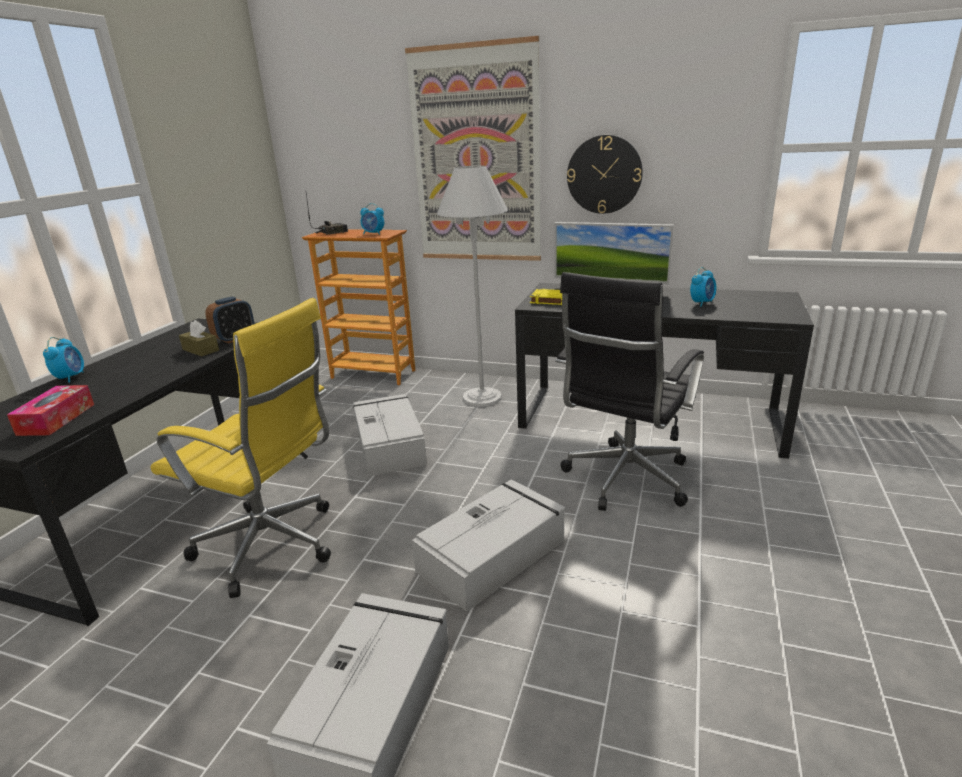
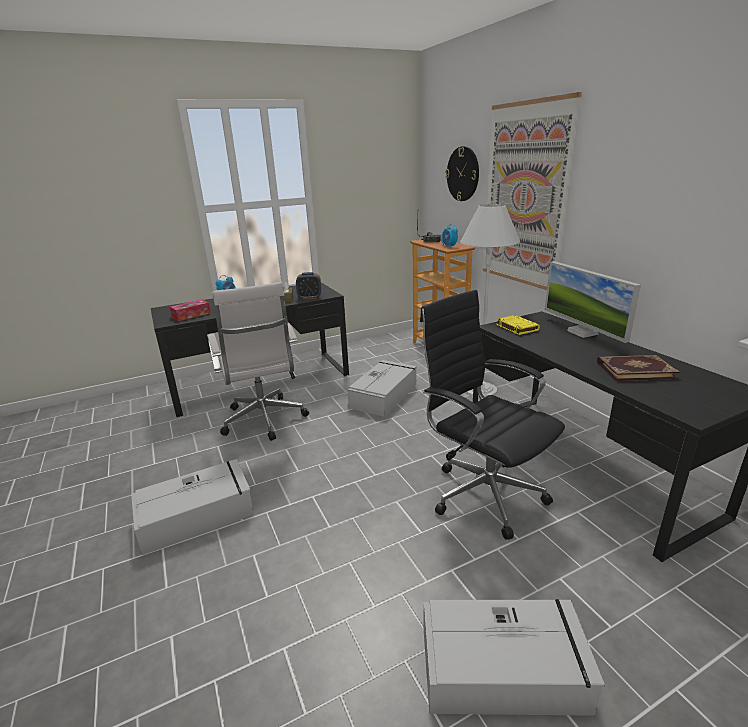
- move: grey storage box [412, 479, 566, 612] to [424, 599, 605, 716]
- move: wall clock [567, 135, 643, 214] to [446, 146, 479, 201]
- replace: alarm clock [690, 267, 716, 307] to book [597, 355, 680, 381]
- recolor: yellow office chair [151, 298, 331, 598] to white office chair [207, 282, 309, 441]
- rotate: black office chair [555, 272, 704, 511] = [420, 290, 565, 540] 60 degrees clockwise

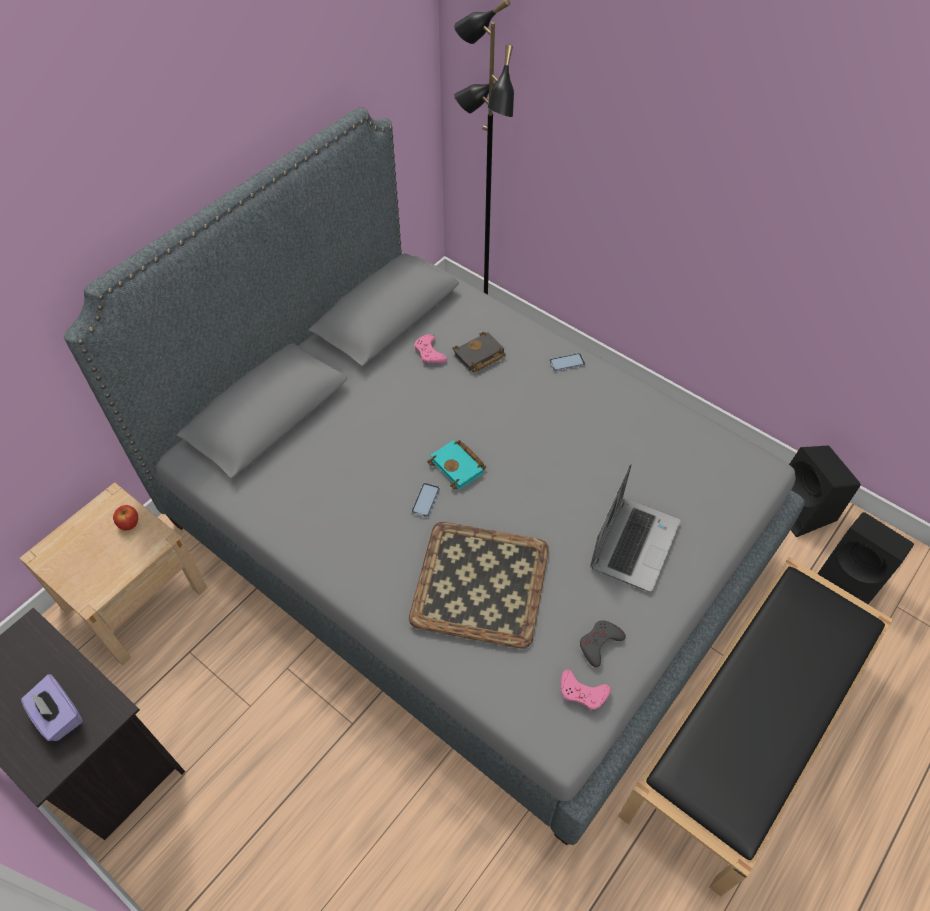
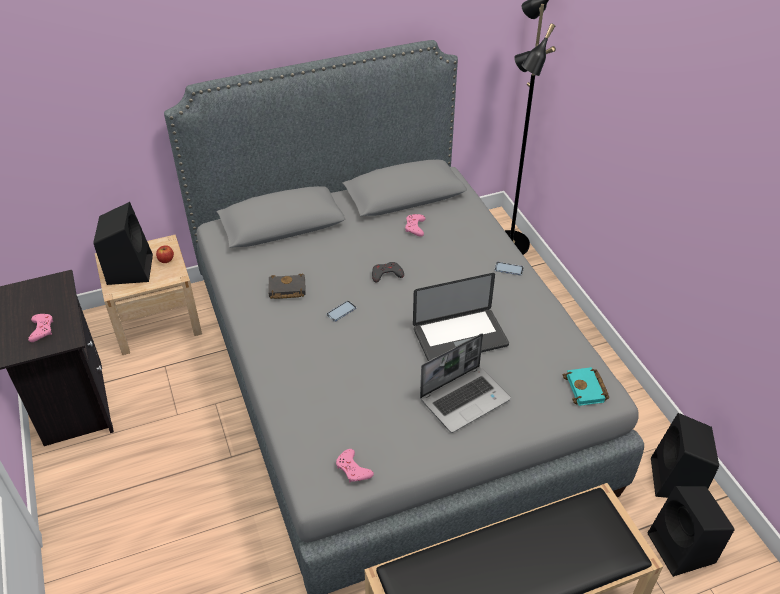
- delete: tray [409, 522, 549, 649]
- insert: black speaker [93, 202, 153, 285]
- insert: laptop [413, 273, 509, 361]
- move: turquoise book [427, 440, 486, 490] to [563, 367, 609, 406]
- move: black book [452, 332, 506, 372] to [268, 274, 306, 299]
- move: grey game controller [580, 620, 626, 668] to [372, 262, 404, 283]
- replace: purple tissue box [21, 674, 83, 741] to pink game controller [28, 314, 53, 342]

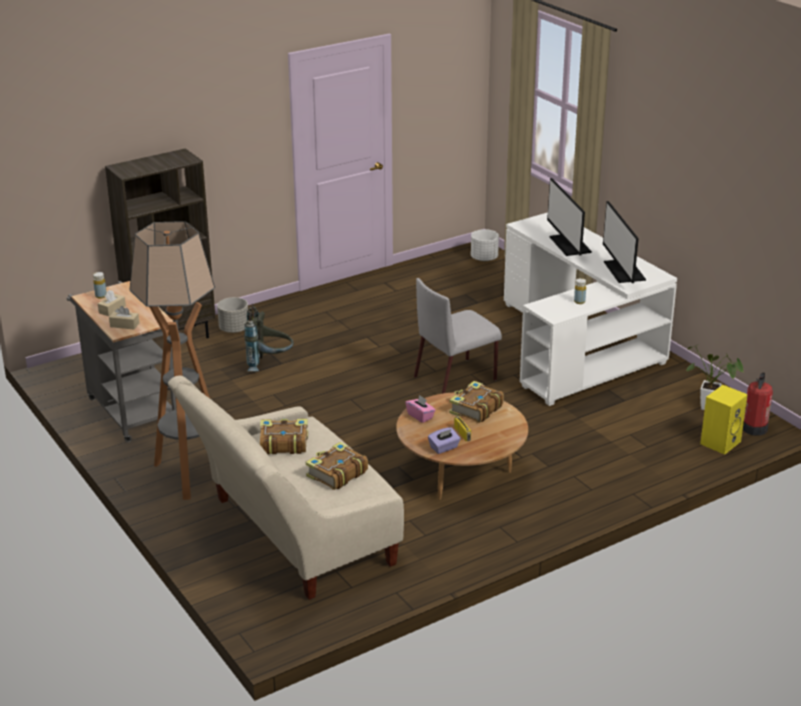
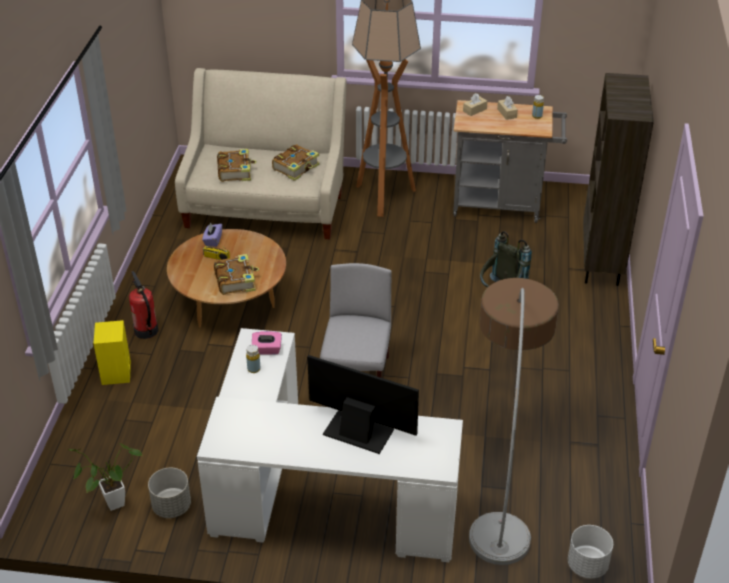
- delete: monitor [603, 201, 646, 283]
- insert: floor lamp [469, 278, 559, 565]
- move: grey planter [217, 297, 248, 333] to [148, 468, 191, 518]
- move: pink tissue box [405, 395, 436, 423] to [252, 331, 282, 355]
- move: yellow speaker [700, 385, 748, 455] to [93, 320, 131, 385]
- move: fire extinguisher [743, 373, 773, 436] to [129, 271, 159, 339]

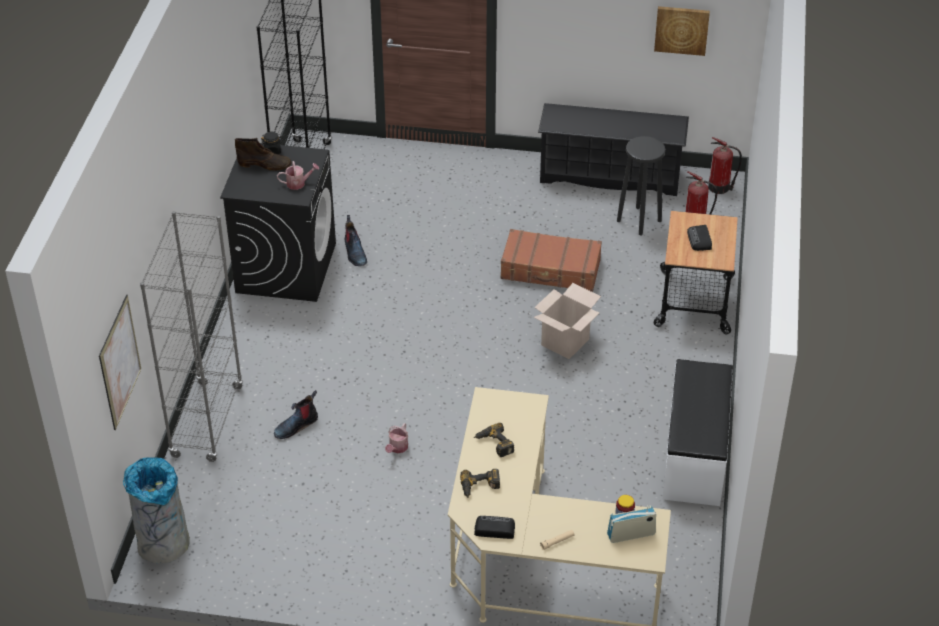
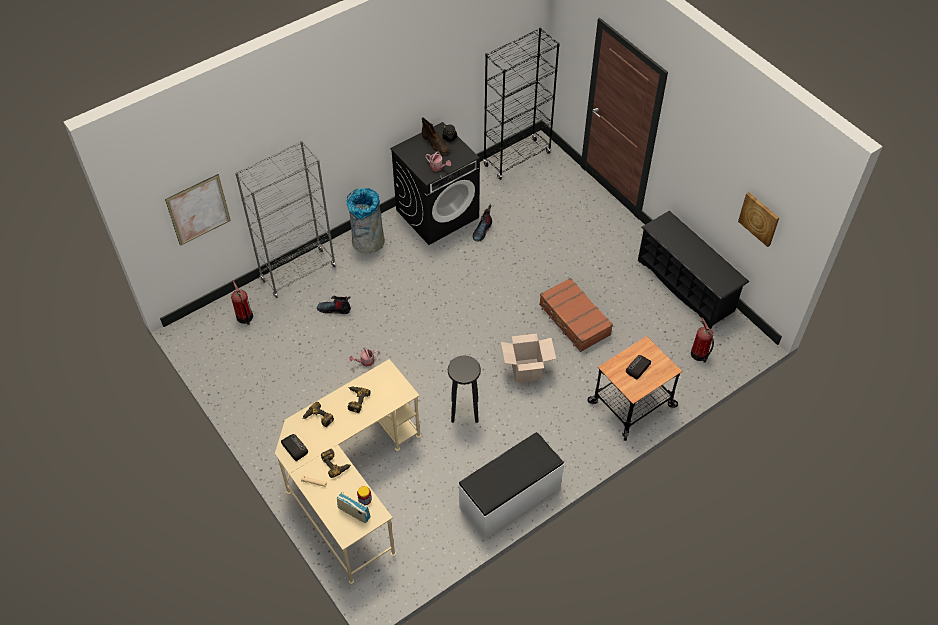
- insert: power drill [321, 449, 351, 478]
- move: grey trash can [123, 457, 190, 564] to [346, 188, 385, 253]
- move: black stool [617, 136, 665, 236] to [448, 355, 481, 423]
- move: fire extinguisher [708, 137, 742, 194] to [231, 280, 253, 325]

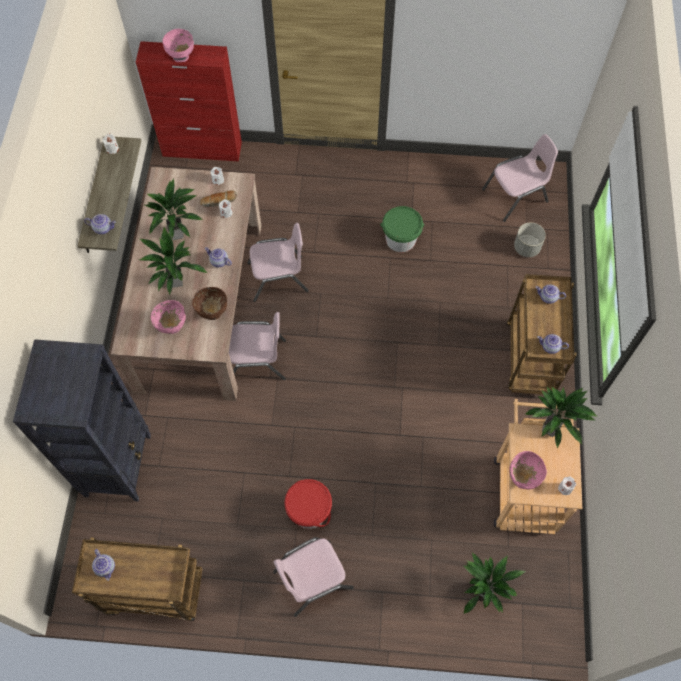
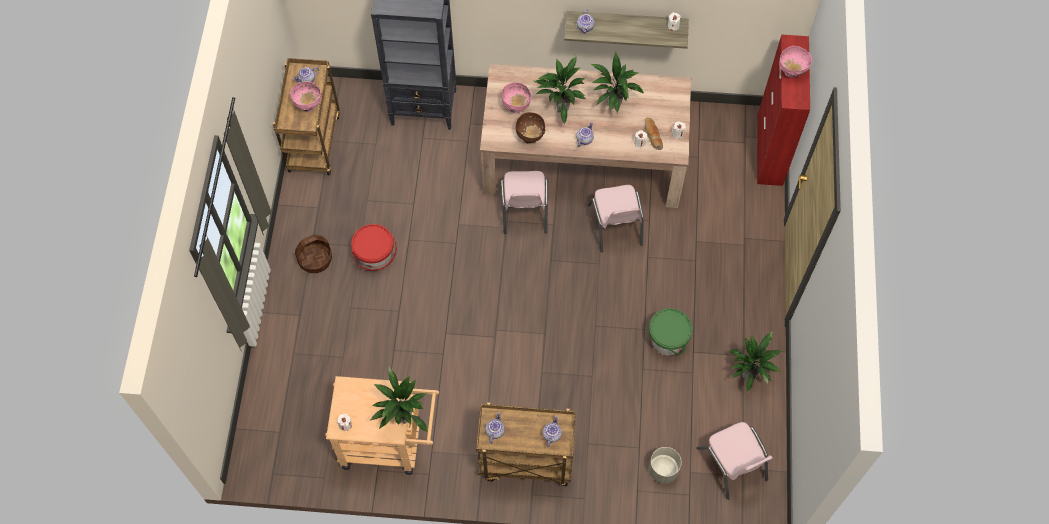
- move: potted plant [463, 552, 526, 614] to [729, 331, 782, 392]
- move: pink bowl [509, 451, 547, 489] to [290, 81, 321, 112]
- replace: pink chair [273, 537, 354, 617] to basket [295, 235, 332, 273]

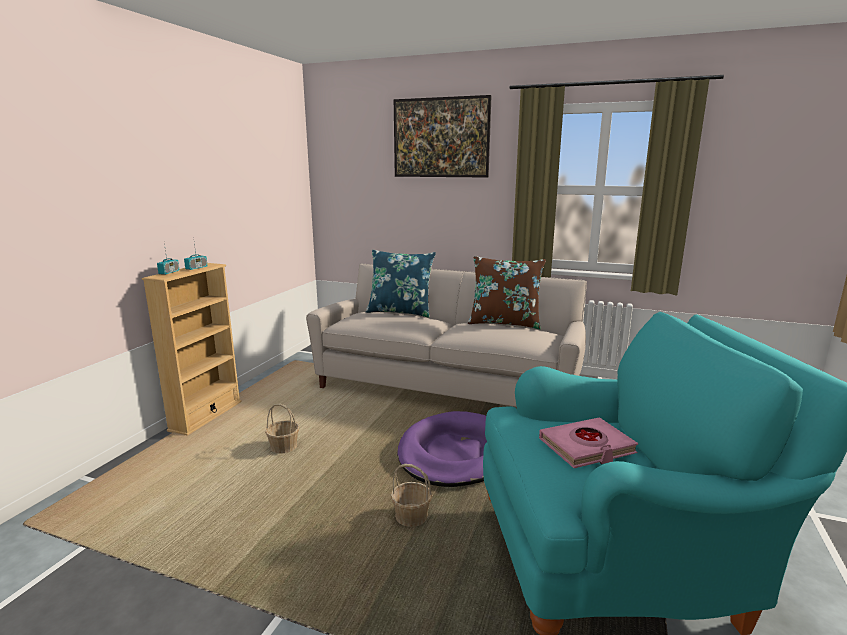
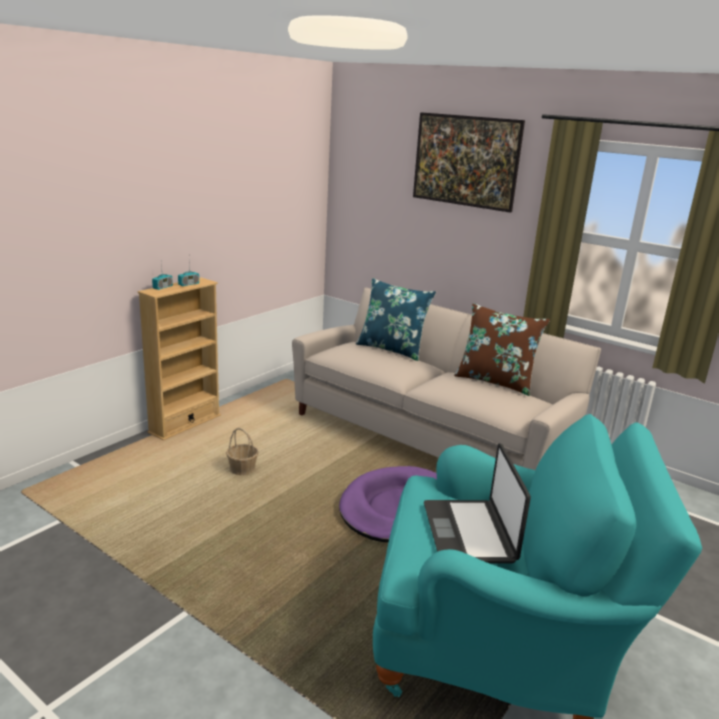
- delete: basket [391, 464, 432, 527]
- replace: pink book [539, 417, 638, 468] to laptop [424, 443, 531, 563]

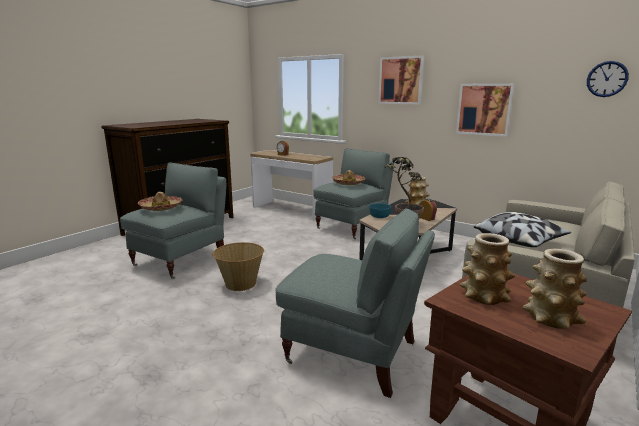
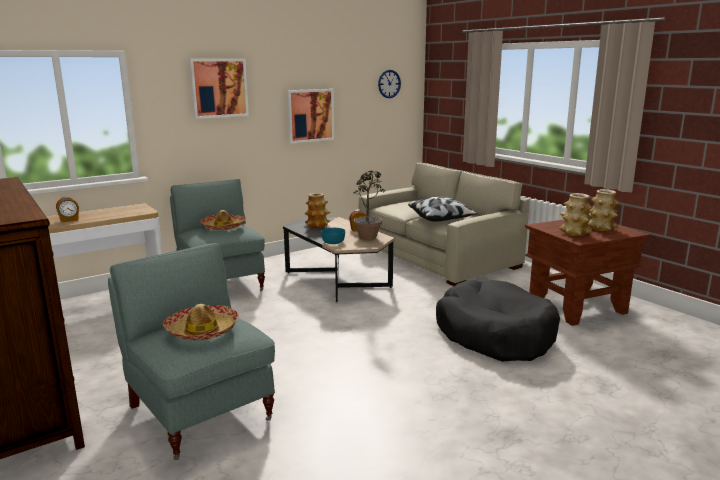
- delete: basket [213, 242, 264, 291]
- replace: grey armchair [275, 208, 435, 398] to black dog bed [436, 280, 560, 361]

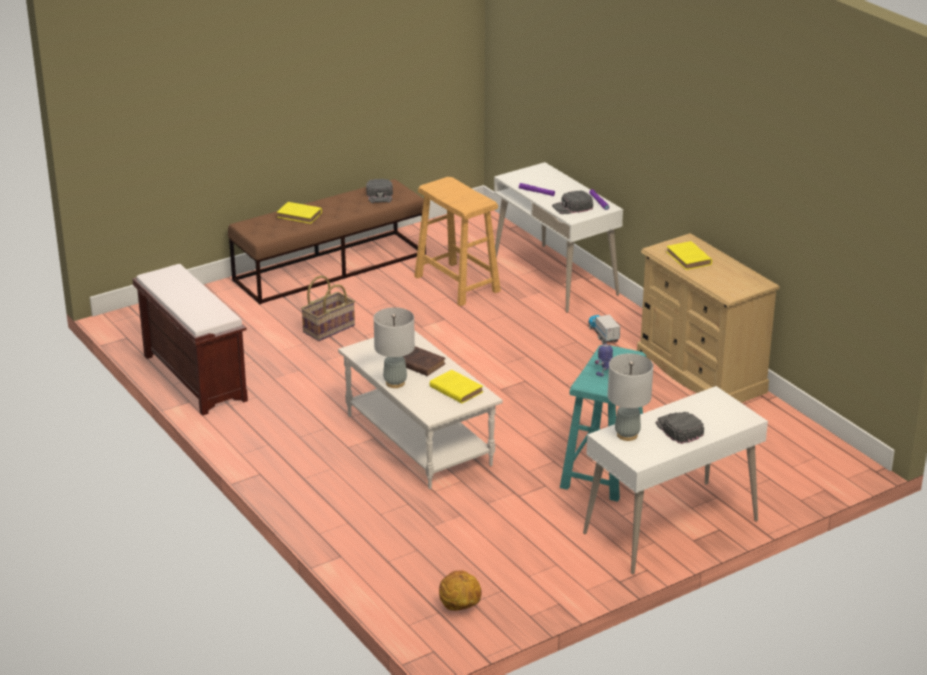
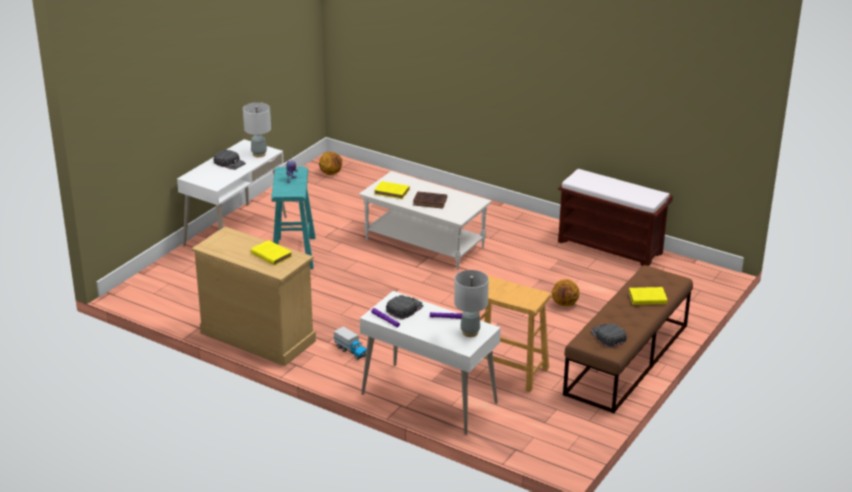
- move: grey table lamp [374, 307, 415, 388] to [454, 270, 489, 337]
- replace: basket [301, 275, 355, 341] to basketball [552, 279, 580, 306]

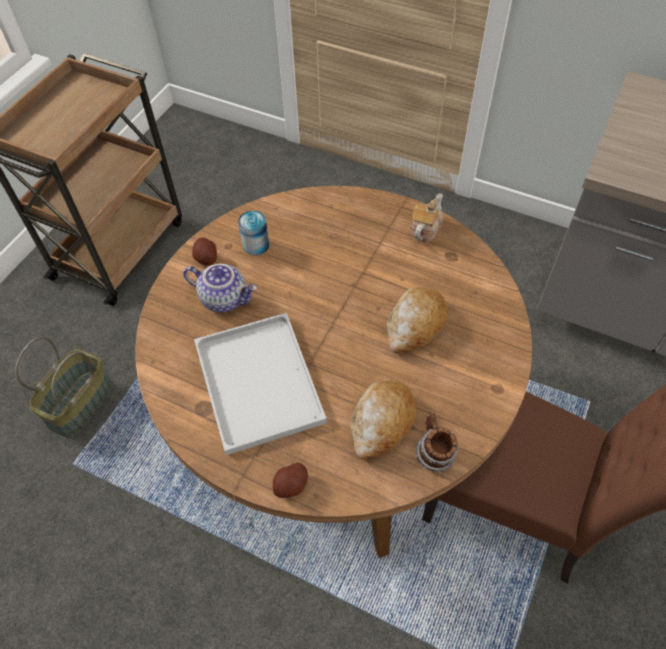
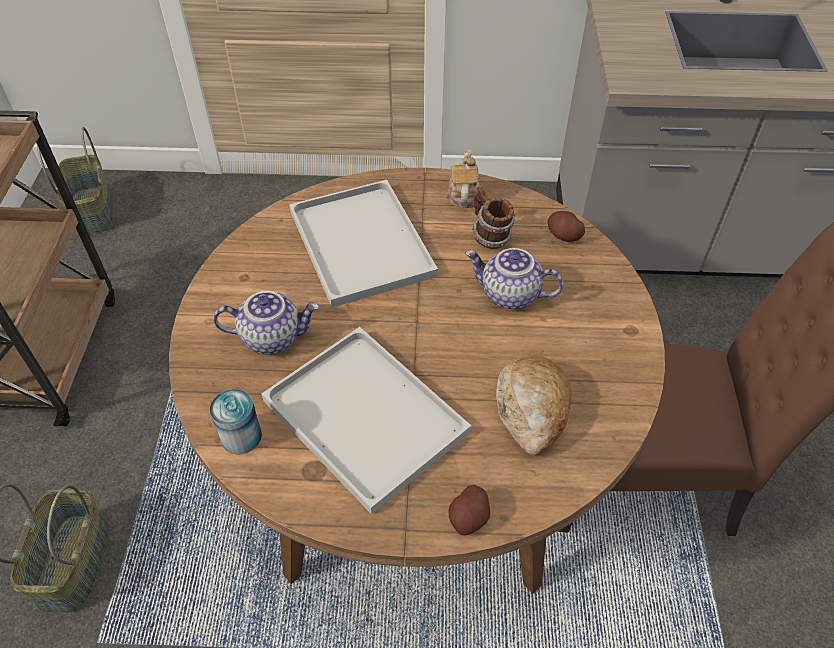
- insert: basket [37, 127, 113, 235]
- insert: white tray [289, 180, 438, 308]
- move: potato [192, 237, 217, 266] to [548, 211, 585, 242]
- move: can [238, 211, 269, 256] to [210, 389, 262, 454]
- move: mug [416, 411, 459, 472] to [472, 186, 515, 249]
- replace: bread [387, 287, 448, 353] to teapot [465, 248, 563, 310]

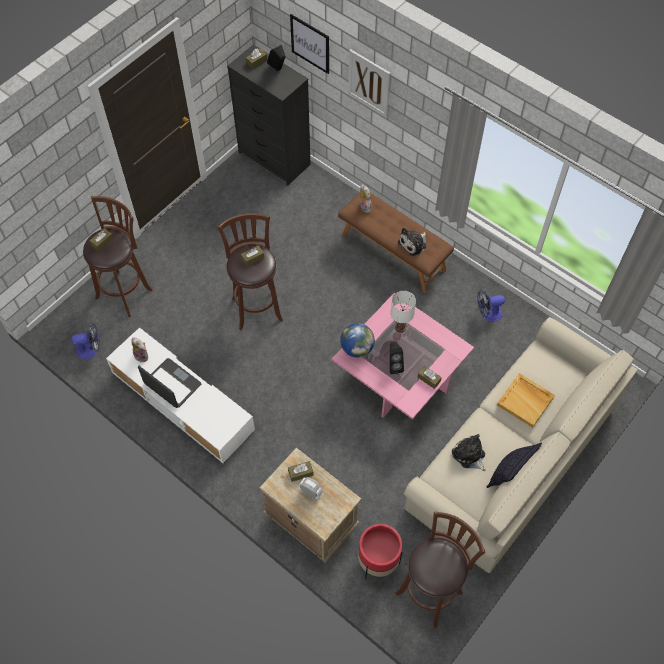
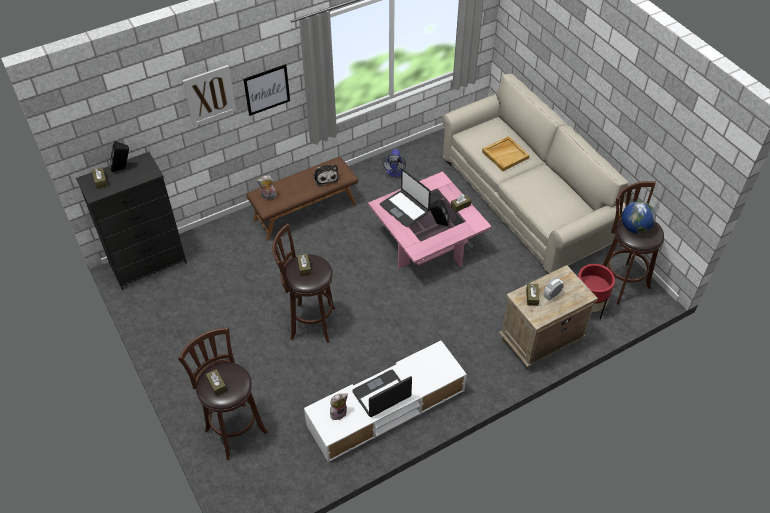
- delete: fan [71, 323, 100, 359]
- delete: plush toy [452, 434, 486, 471]
- delete: pillow [486, 443, 542, 488]
- move: picture [290, 14, 329, 74] to [243, 64, 290, 116]
- move: globe [340, 323, 375, 357] to [622, 201, 656, 234]
- replace: white table lamp [391, 291, 416, 332] to laptop [380, 169, 431, 227]

